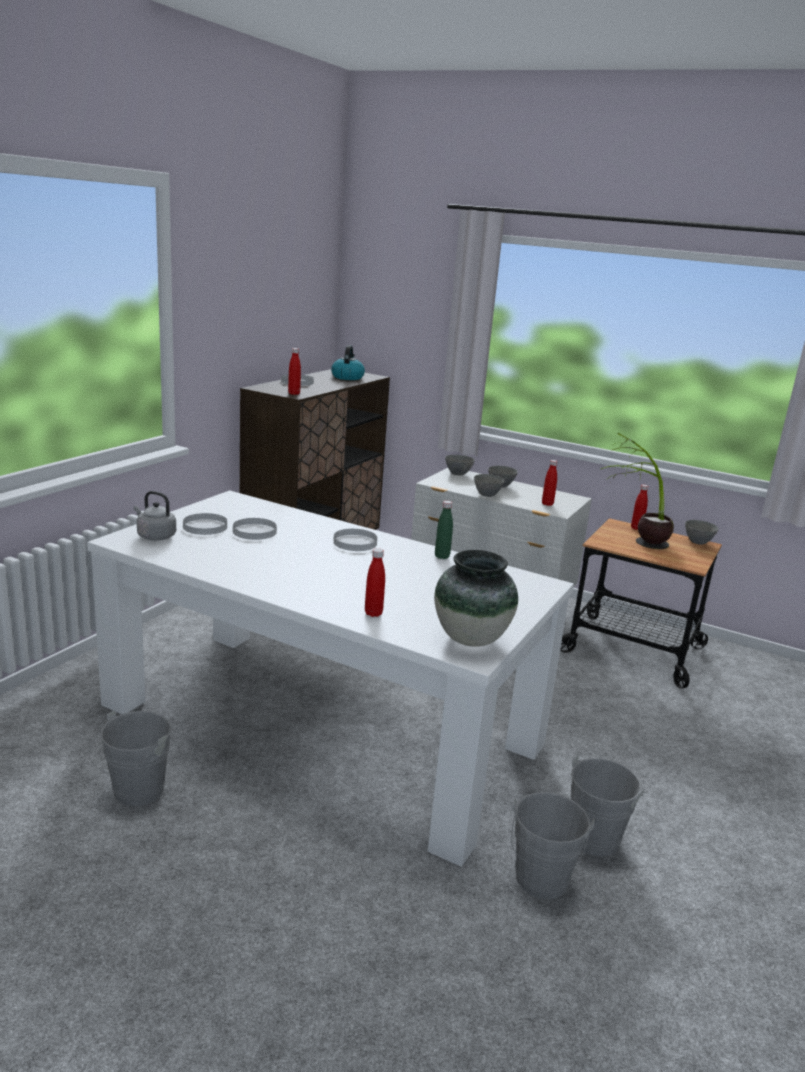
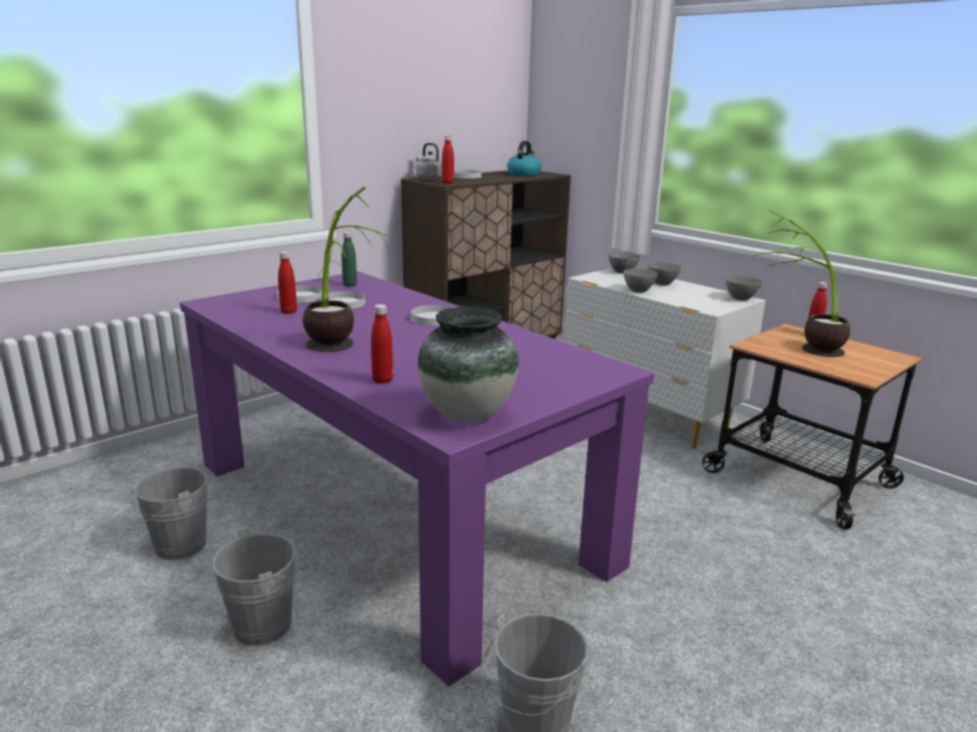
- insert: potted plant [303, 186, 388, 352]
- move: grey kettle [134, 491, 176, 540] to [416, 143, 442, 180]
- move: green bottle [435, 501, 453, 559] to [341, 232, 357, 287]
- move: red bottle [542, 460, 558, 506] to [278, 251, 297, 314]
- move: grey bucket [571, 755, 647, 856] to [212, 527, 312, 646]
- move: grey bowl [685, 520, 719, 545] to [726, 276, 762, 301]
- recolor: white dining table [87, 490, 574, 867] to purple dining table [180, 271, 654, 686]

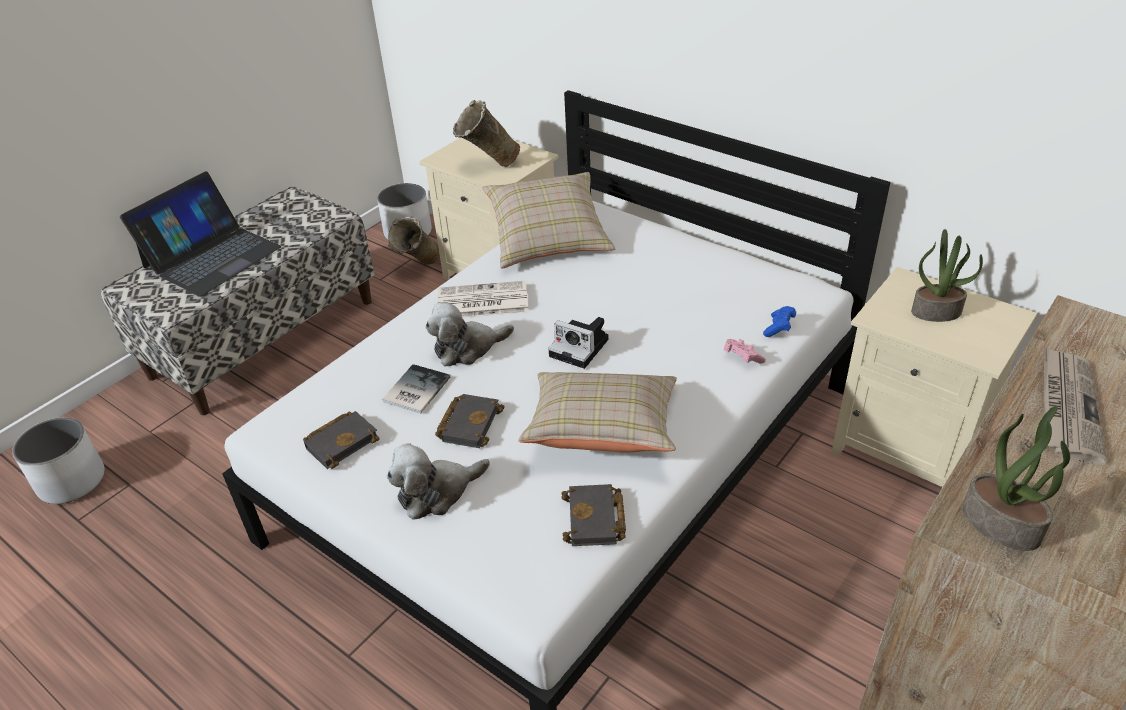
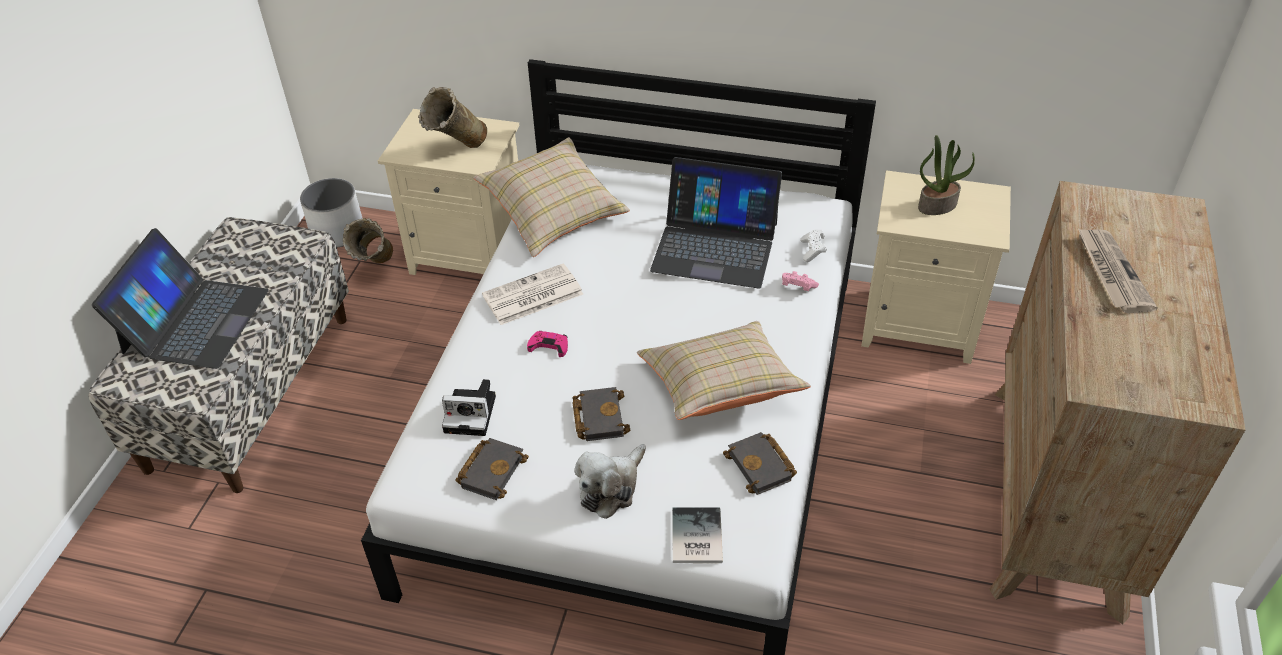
- delete: white planter [12, 417, 105, 504]
- delete: potted plant [962, 406, 1070, 551]
- insert: laptop [650, 157, 782, 289]
- move: book [382, 364, 450, 414] to [672, 508, 723, 563]
- move: photo camera [548, 317, 609, 369] to [442, 379, 496, 436]
- replace: plush toy [425, 302, 514, 367] to pink game controller [527, 331, 568, 357]
- recolor: blue game controller [763, 306, 796, 337] to white game controller [800, 229, 827, 262]

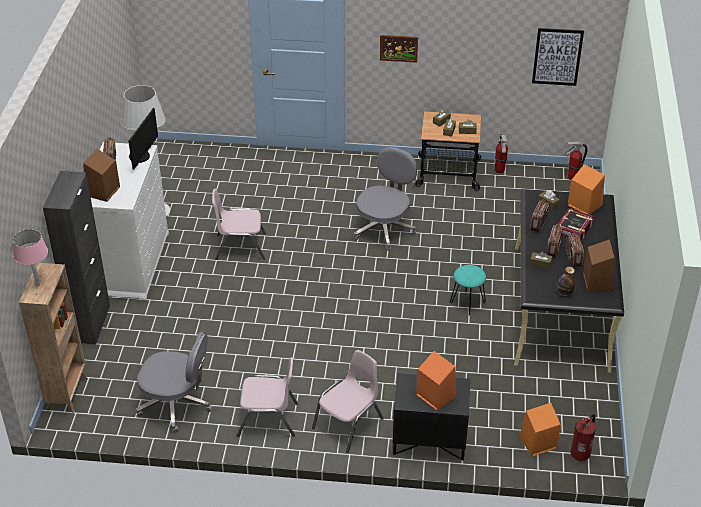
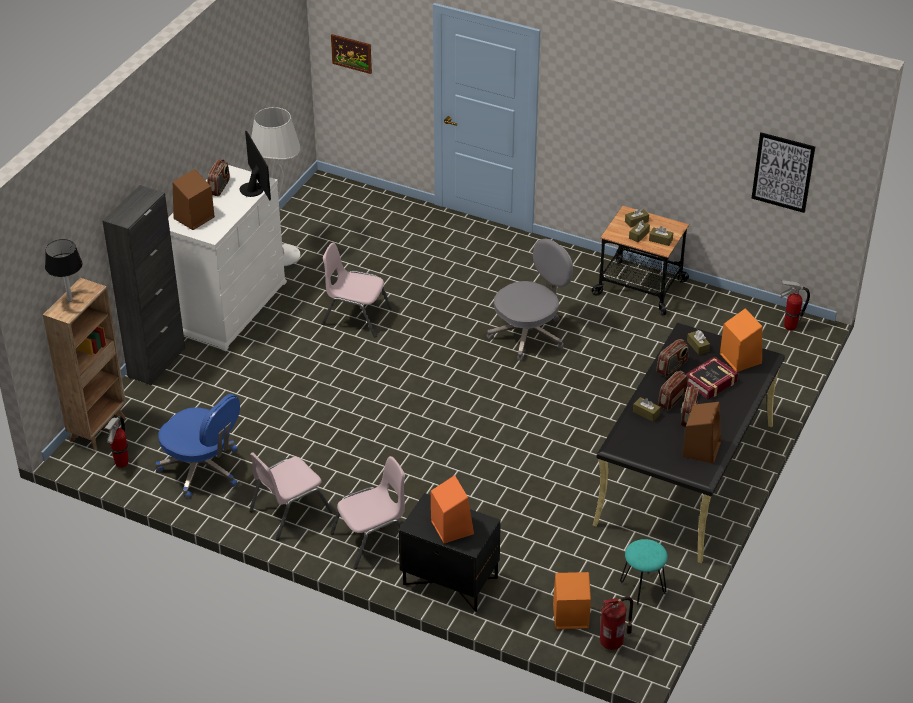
- delete: bottle [557, 267, 575, 296]
- move: picture [380, 35, 418, 63] to [331, 34, 372, 74]
- move: turquoise stool [450, 265, 486, 316] to [620, 539, 668, 605]
- move: fire extinguisher [495, 134, 508, 173] to [104, 416, 128, 468]
- recolor: pink table lamp [13, 229, 48, 286] to black table lamp [45, 239, 82, 302]
- recolor: grey office chair [136, 332, 213, 433] to blue office chair [155, 394, 240, 499]
- rotate: monitor [128, 107, 158, 170] = [240, 131, 271, 201] 60 degrees counterclockwise
- rotate: pink chair [237, 357, 298, 437] = [249, 452, 333, 540] 120 degrees clockwise

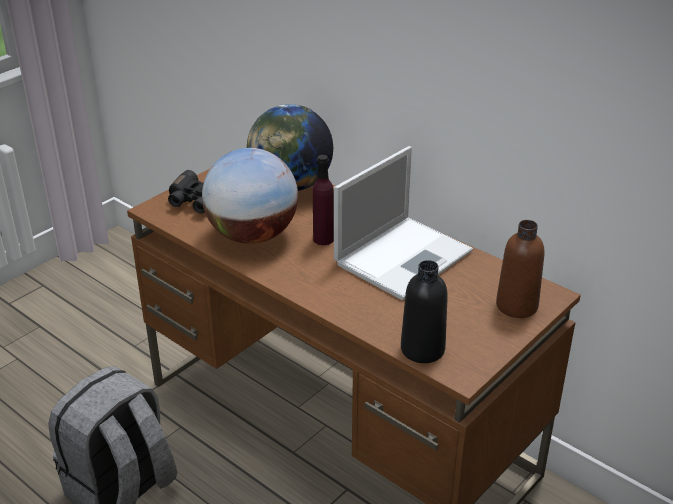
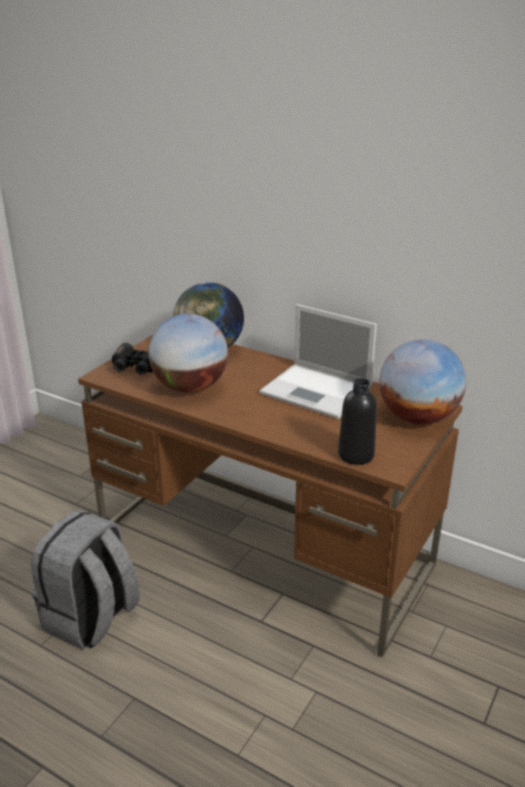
- delete: purple bottle [313, 155, 334, 245]
- replace: brown bottle [496, 220, 544, 318] to globe [380, 339, 466, 424]
- rotate: laptop [334, 146, 473, 300] = [259, 304, 377, 419] 90 degrees clockwise

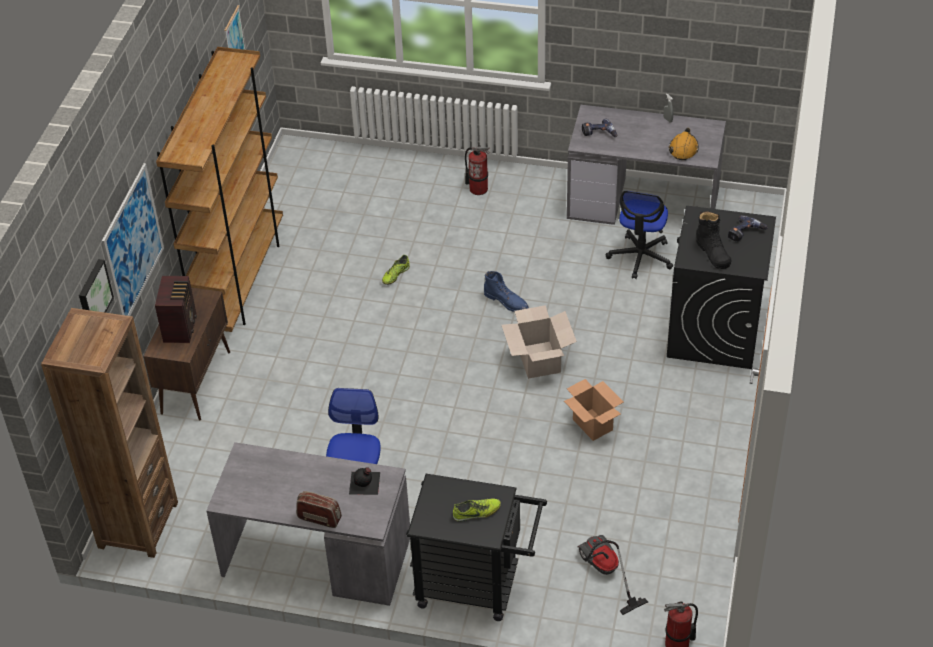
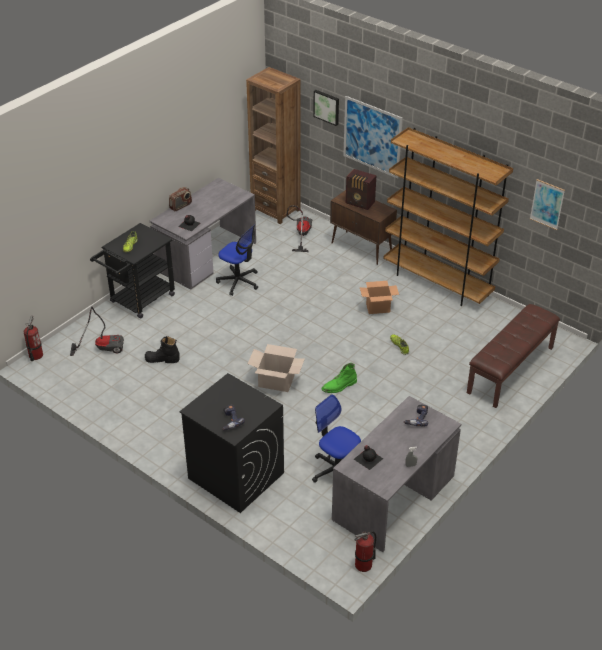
- insert: vacuum cleaner [286, 205, 312, 252]
- insert: brown bench [467, 304, 560, 408]
- move: fire extinguisher [465, 145, 490, 195] to [354, 531, 376, 572]
- move: cardboard box [564, 379, 623, 441] to [360, 281, 399, 314]
- move: black boot [696, 211, 732, 269] to [145, 336, 180, 363]
- replace: orange hard hat [668, 128, 699, 160] to black bottle [354, 445, 383, 470]
- recolor: blue boot [484, 271, 529, 312] to green boot [321, 363, 357, 393]

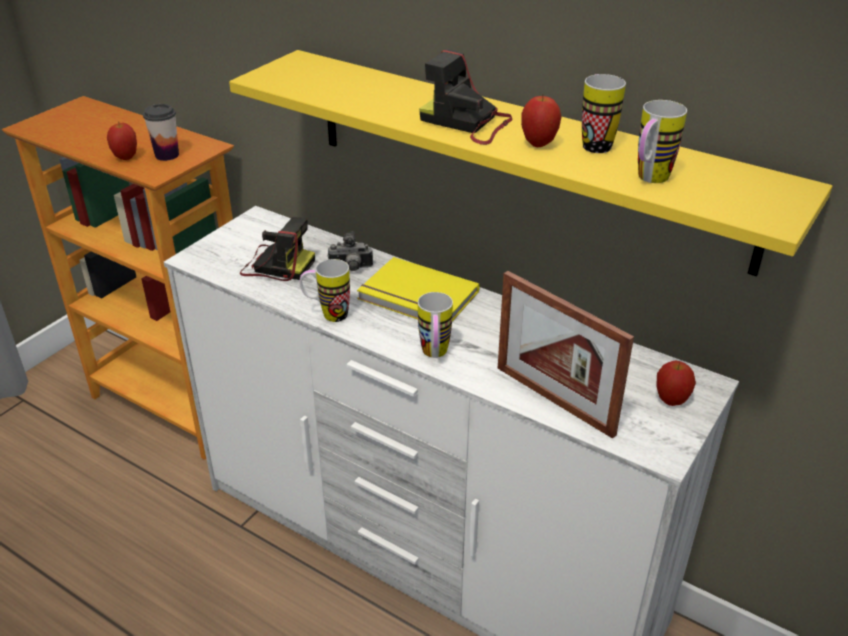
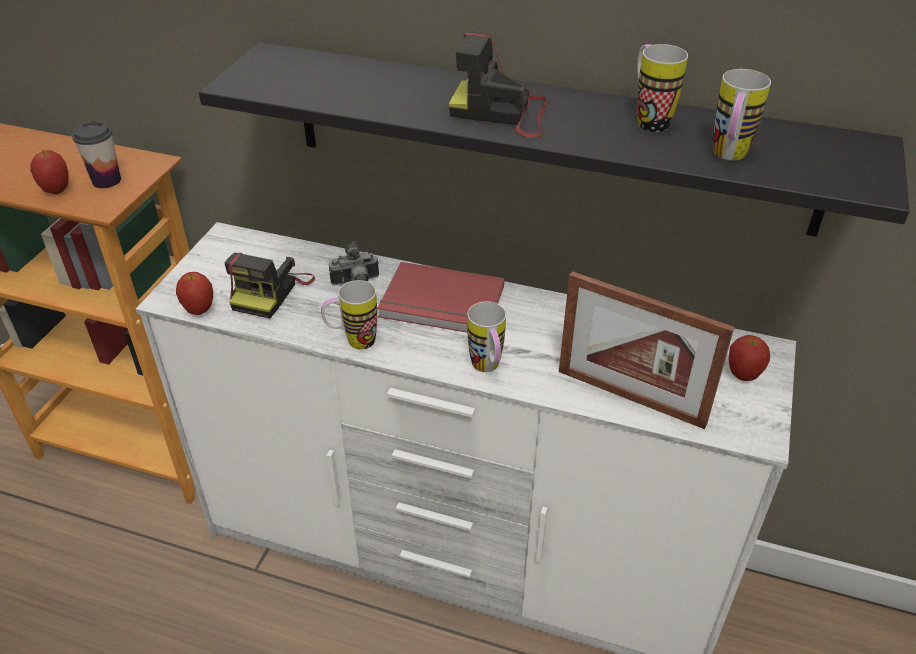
- move: apple [521, 94, 562, 147] to [176, 272, 213, 315]
- recolor: yellow shelf [229, 50, 832, 277] to black shelf [199, 42, 910, 237]
- recolor: yellow book [357, 257, 480, 322] to red book [377, 262, 504, 333]
- rotate: photo camera [240, 217, 315, 281] = [224, 253, 315, 318] 105 degrees clockwise

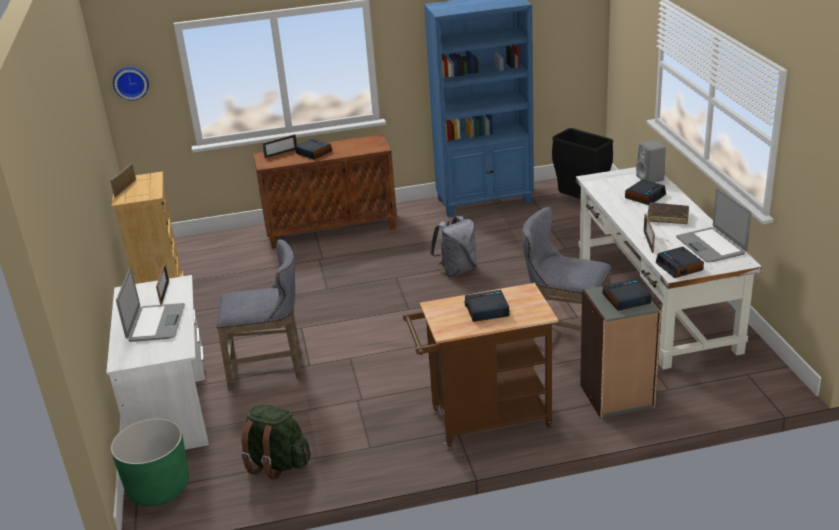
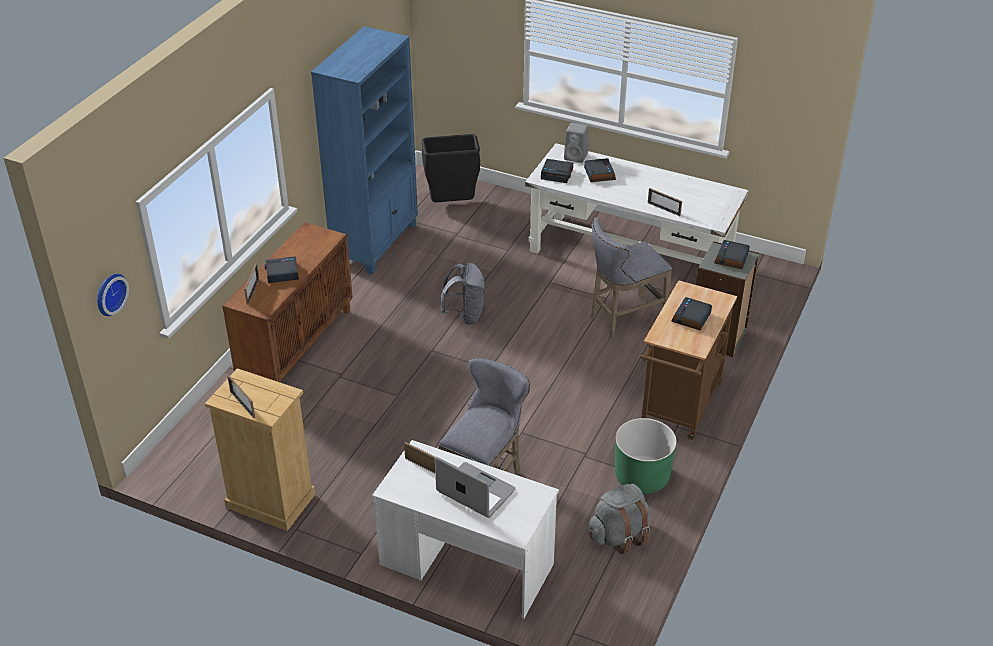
- delete: brown book [648, 203, 689, 224]
- delete: laptop [676, 189, 751, 262]
- move: green planter [111, 418, 189, 506] to [615, 418, 677, 494]
- move: alarm clock [655, 247, 704, 278] to [541, 159, 573, 183]
- recolor: green backpack [241, 405, 311, 479] to grey backpack [588, 484, 650, 554]

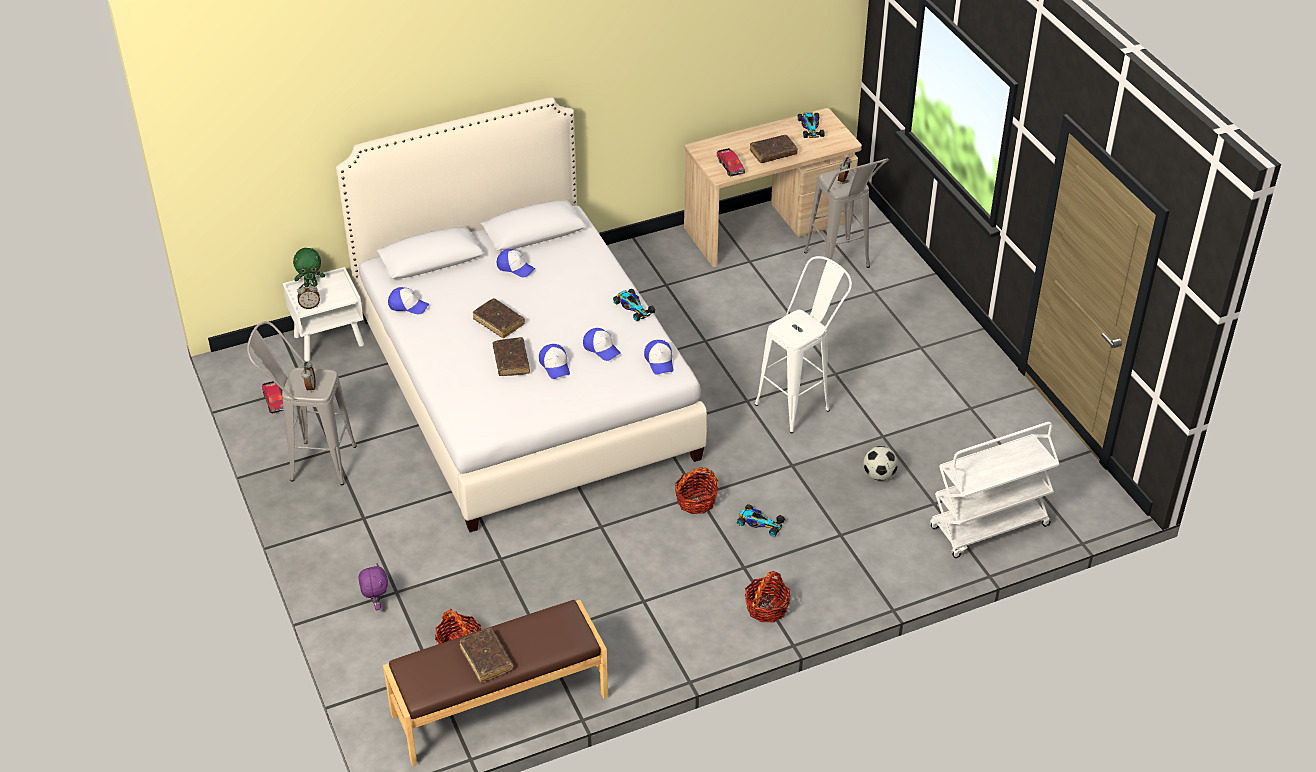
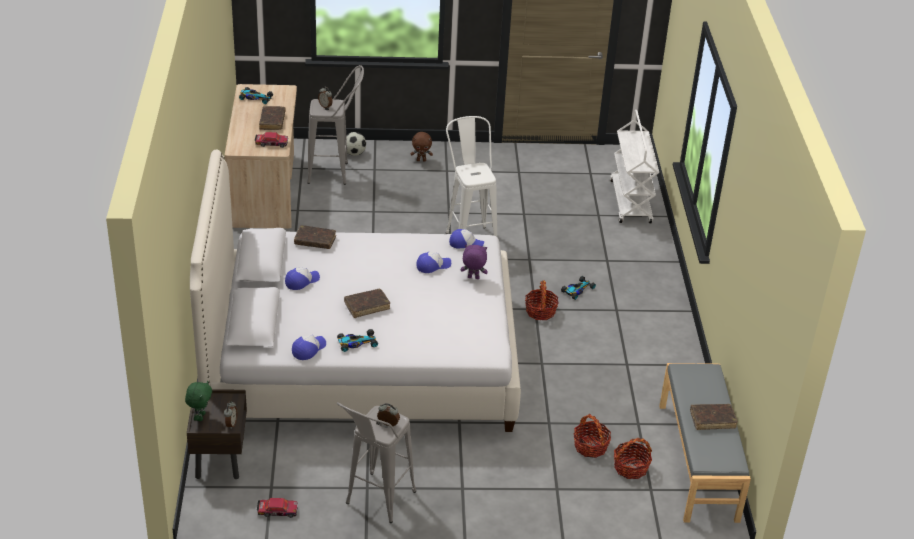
- delete: cap [539, 344, 570, 379]
- insert: brown plush toy [411, 132, 433, 161]
- move: purple plush toy [359, 563, 388, 610] to [461, 245, 488, 279]
- move: brown book [493, 337, 530, 376] to [294, 225, 336, 249]
- move: toy car [613, 289, 655, 321] to [337, 329, 378, 352]
- move: basket [745, 571, 791, 623] to [574, 414, 611, 458]
- move: football [863, 446, 898, 481] to [346, 132, 366, 156]
- recolor: white nightstand [283, 267, 364, 362] to brown nightstand [187, 389, 247, 479]
- recolor: brown bench [383, 600, 608, 766] to grey bench [659, 363, 751, 523]

